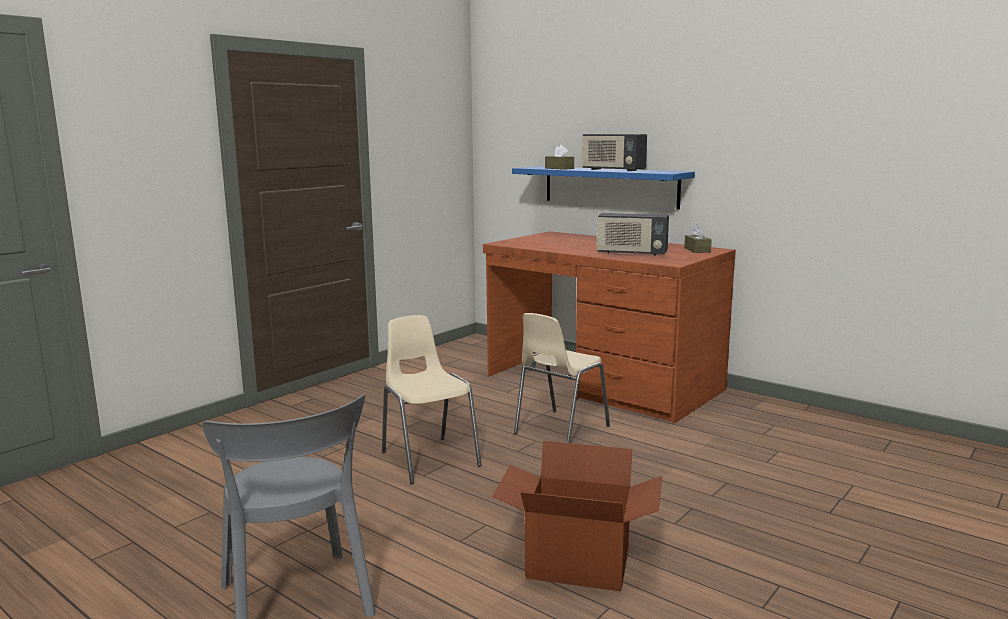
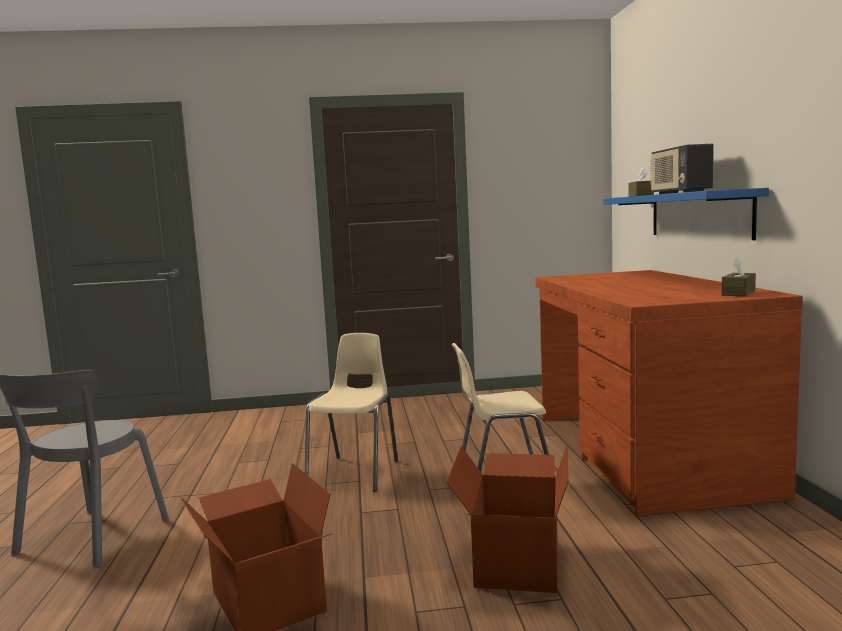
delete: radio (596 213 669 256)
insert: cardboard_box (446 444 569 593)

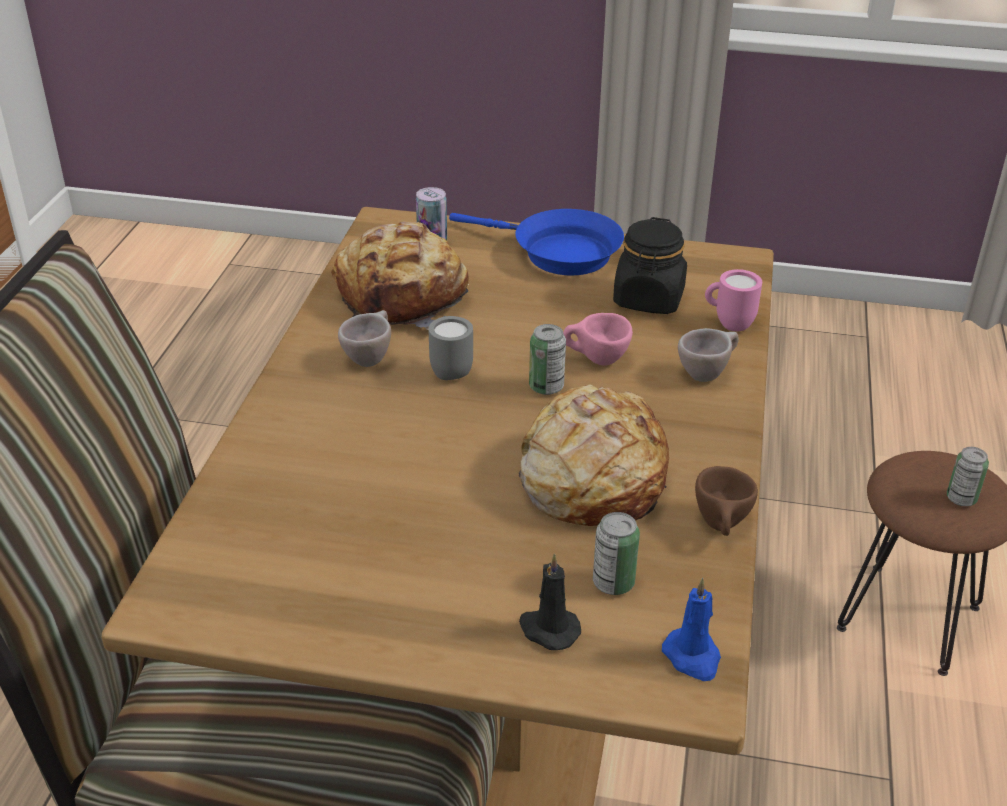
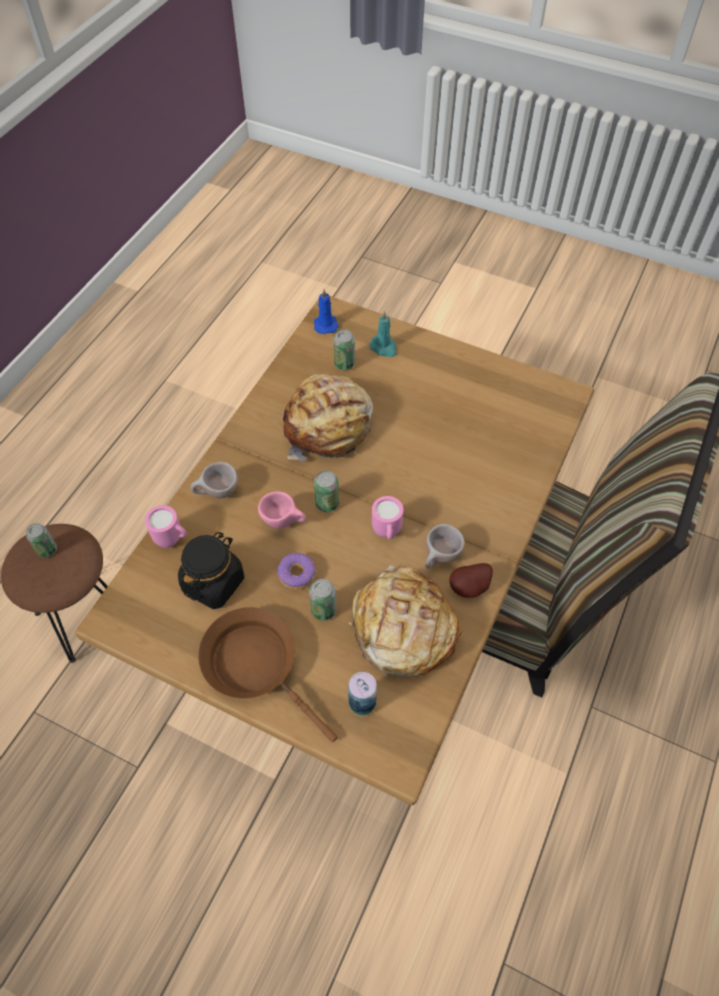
delete: brown_cup (695 466 758 536)
insert: donut (277 553 316 590); potato (449 563 493 598); can (309 579 336 621)
recolor: blue_frying_pan (449 209 624 276) to brown_frying_pan (198 607 338 742); grey_mug (428 316 473 380) to pink_mug (372 496 403 539); black_candle (519 553 581 650) to turquoise_candle (369 311 396 357)

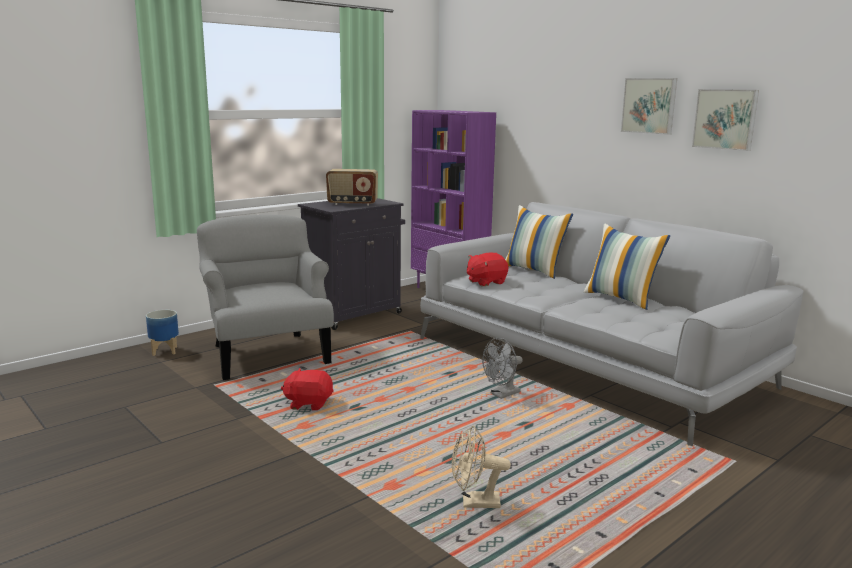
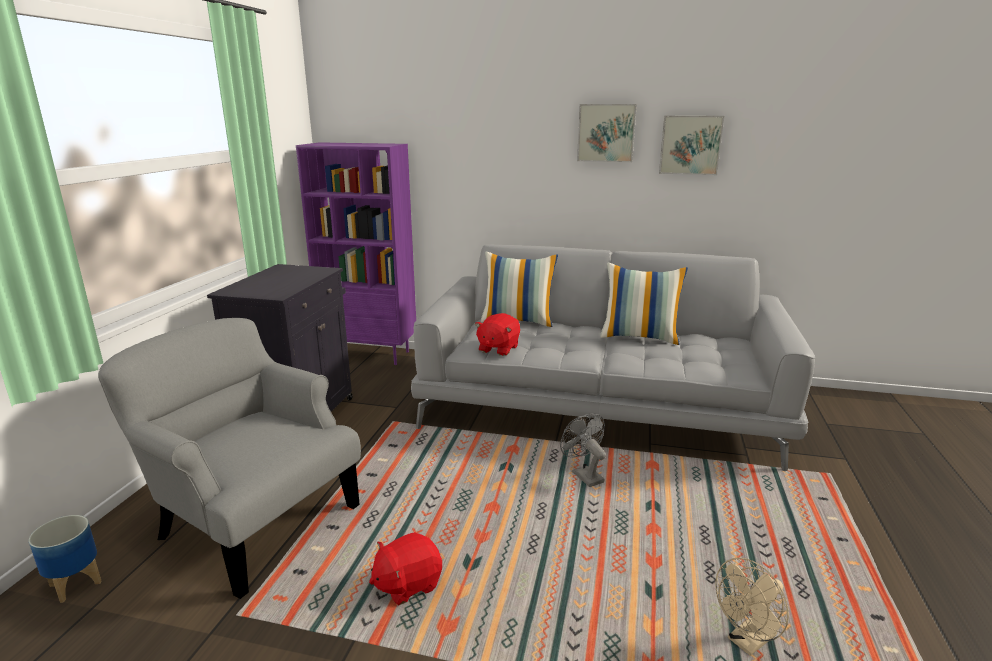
delete: radio (326 169 378 206)
rotate: grey_fan (482 338 523 399) = (560 414 606 487) 135 degrees clockwise

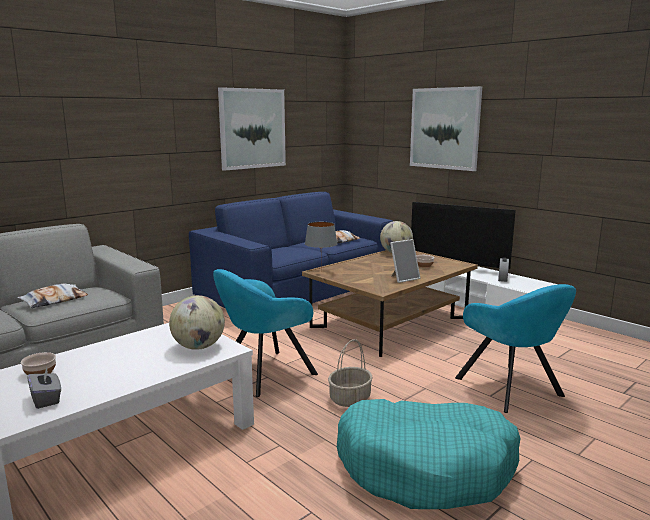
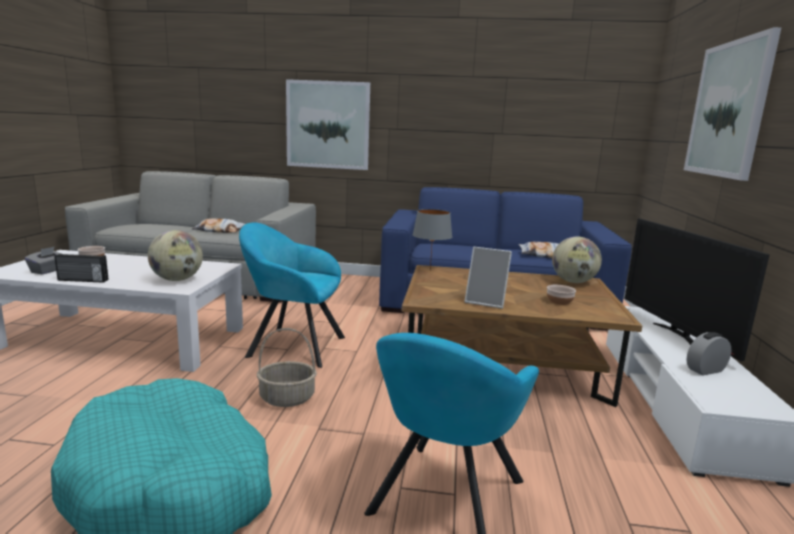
insert: radio (54 253 108 283)
move: picture (218 87 286 171) to (286 79 370 170)

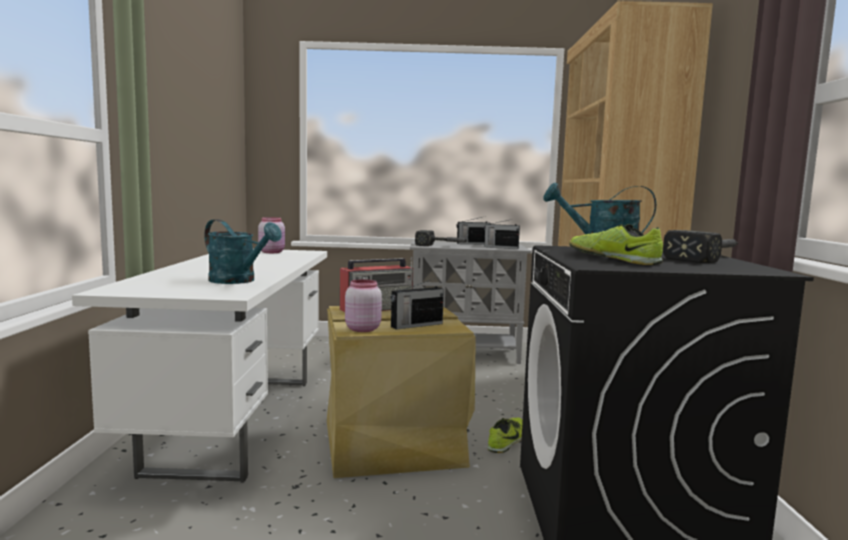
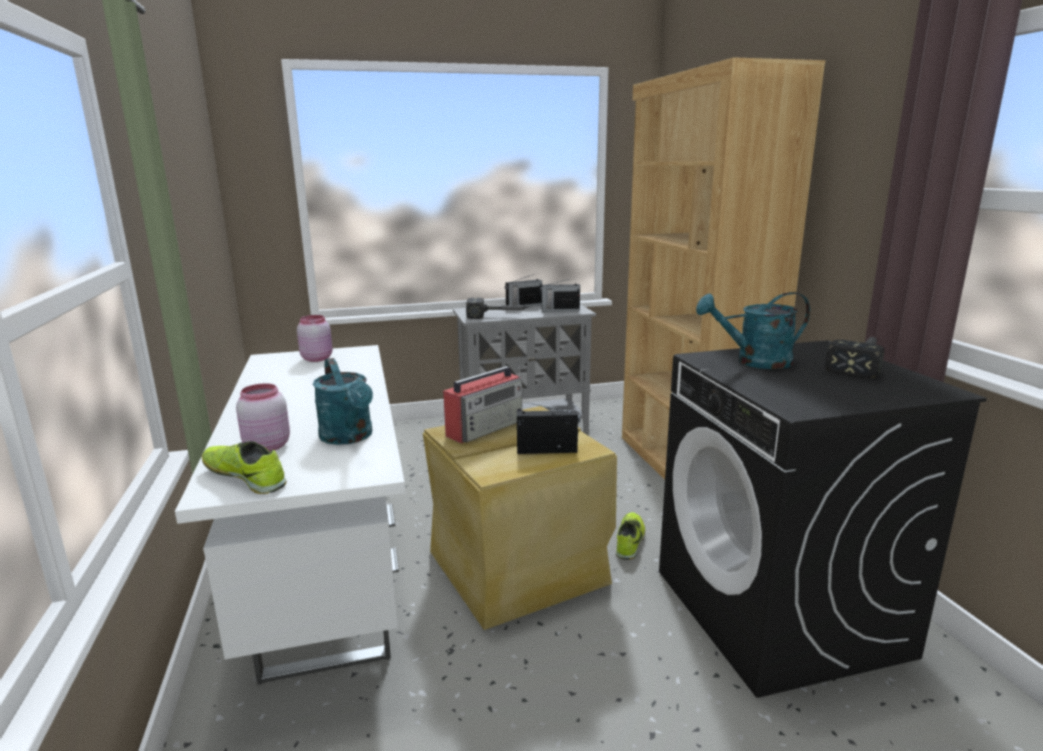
move: shoe (569 224 663 265) to (202 441 287 494); pink_jar (345 279 382 332) to (236 383 290 452)
rotate: turquoise_watering_can (204 219 282 284) = (313 358 373 445) 45 degrees clockwise; radio (391 278 444 330) = (517 402 580 454) 135 degrees counterclockwise

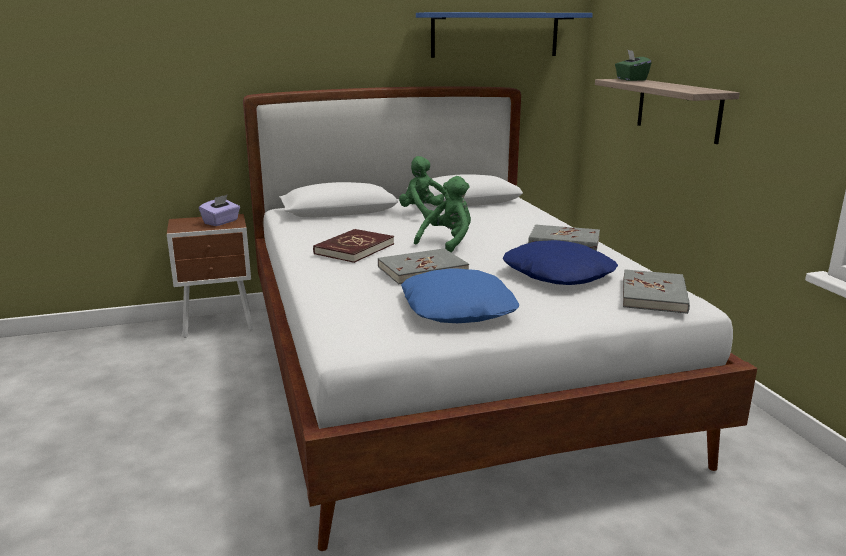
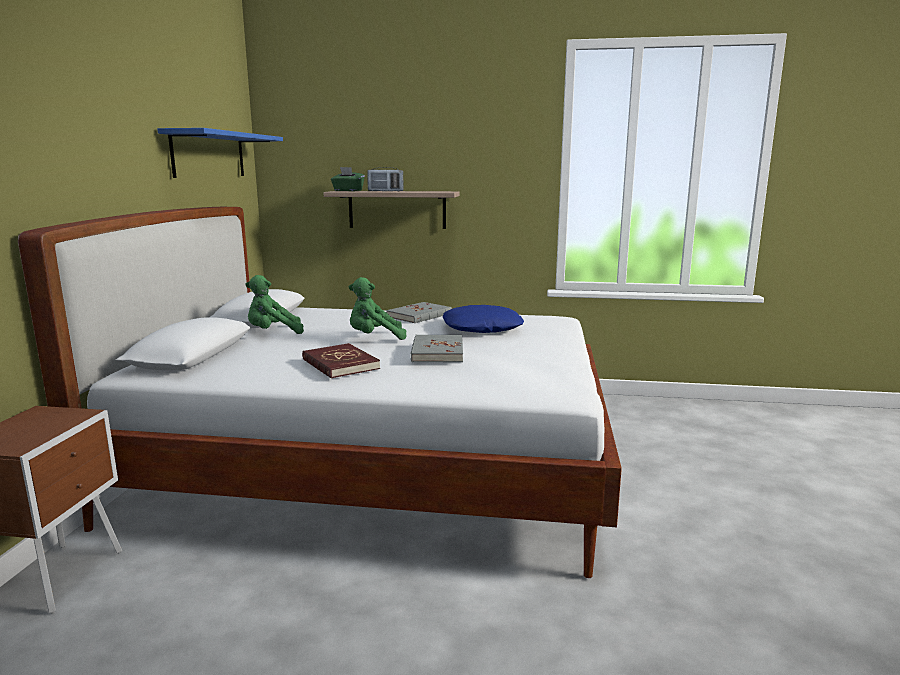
delete: purple_tissue_box (199 195 240 226); blue_pillow (401 268 519 323); grey_book (623 269 690 314)
insert: radio (367 167 403 191)
rotate: green_plush_toy (414 176 471 253) = (349 277 407 340) 75 degrees counterclockwise

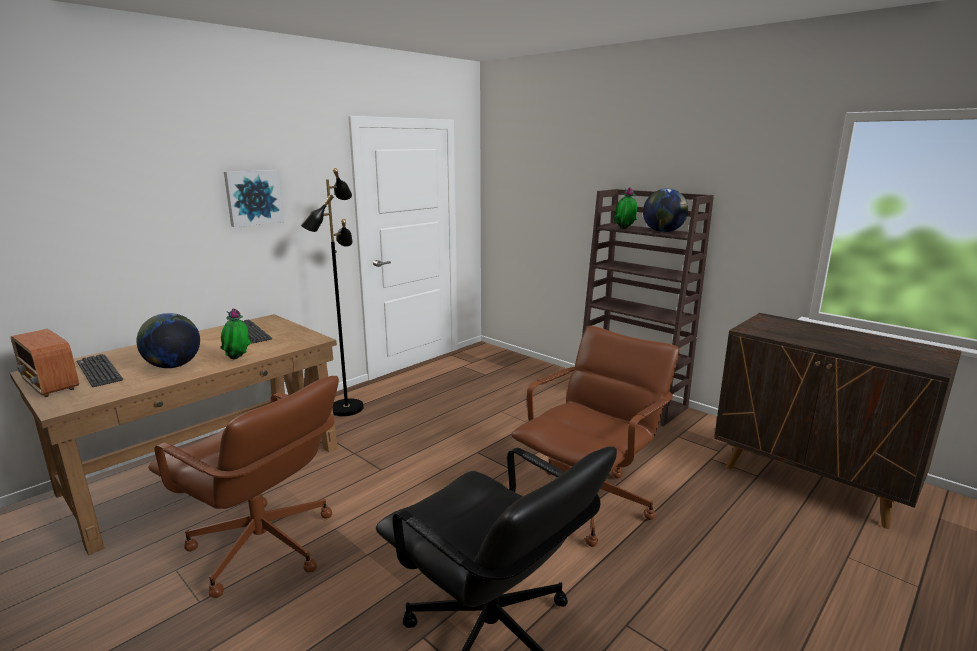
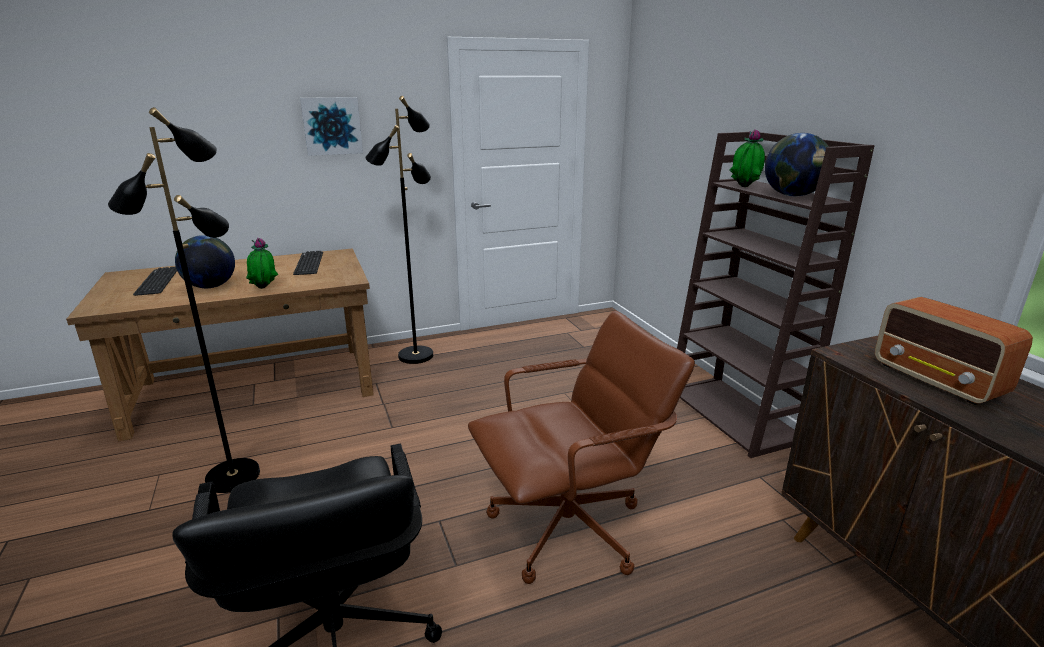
move: radio (11 329 79 397) to (875 297 1033 405)
replace: brown_office_chair (148 376 339 598) to black_floor_lamp (108 107 260 493)

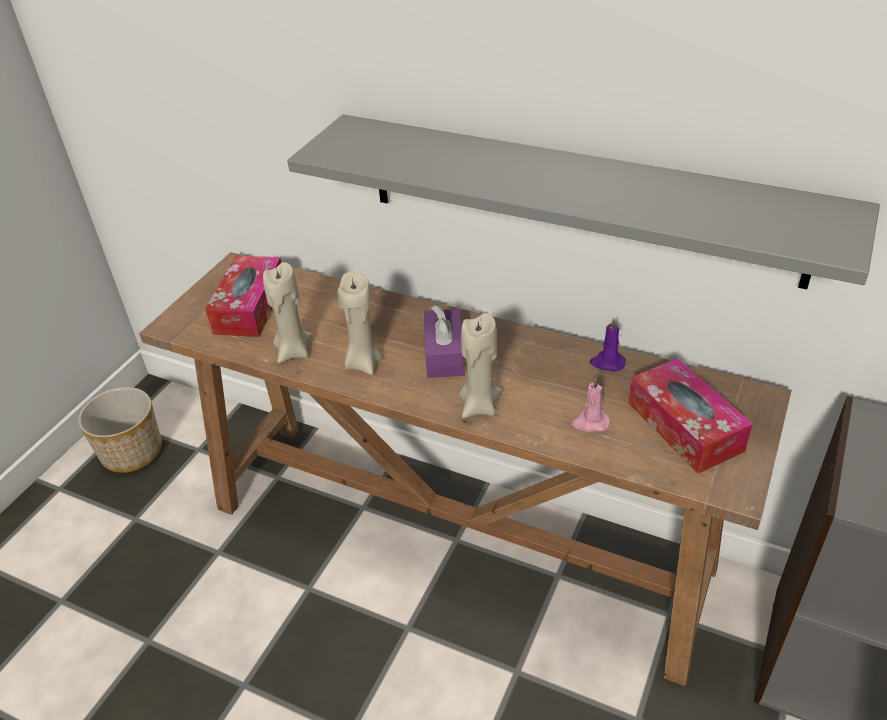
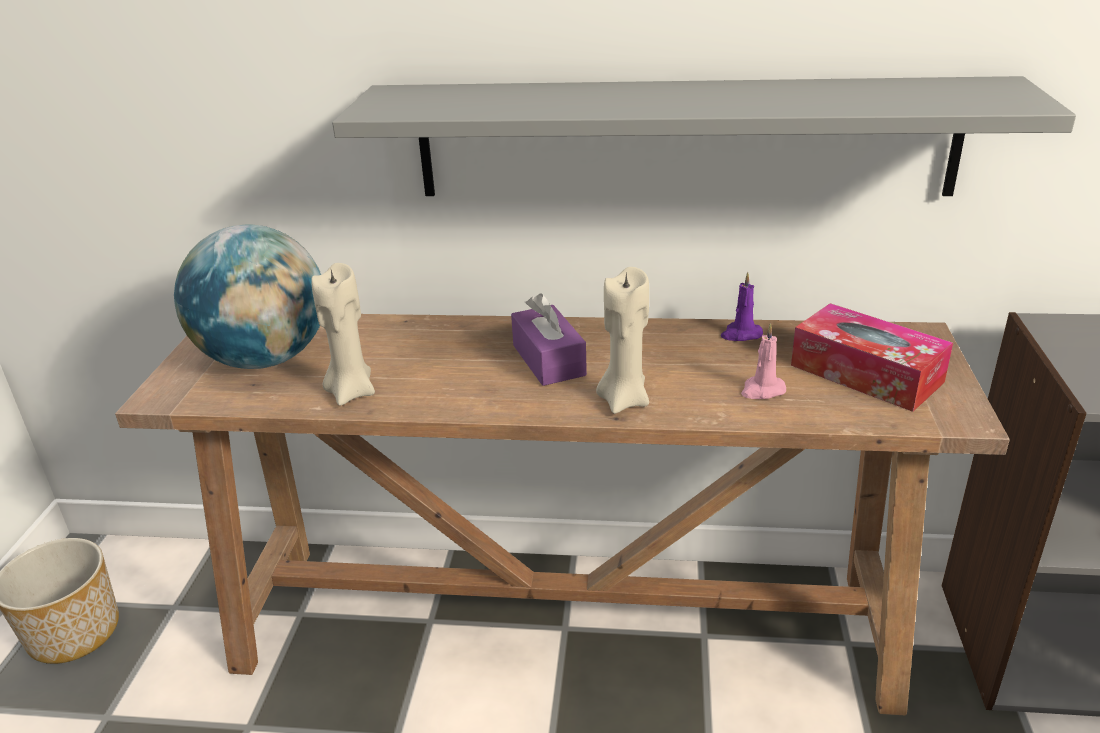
delete: beige_candle (337 272 382 375)
replace: tissue_box (205 255 281 337) to globe (174 225 321 369)

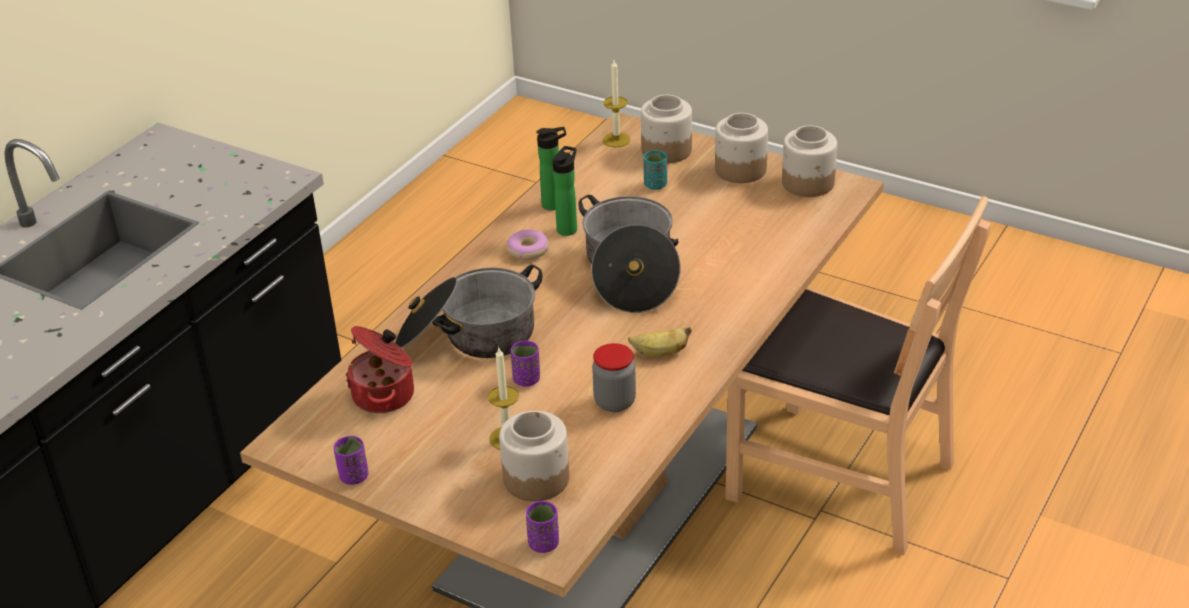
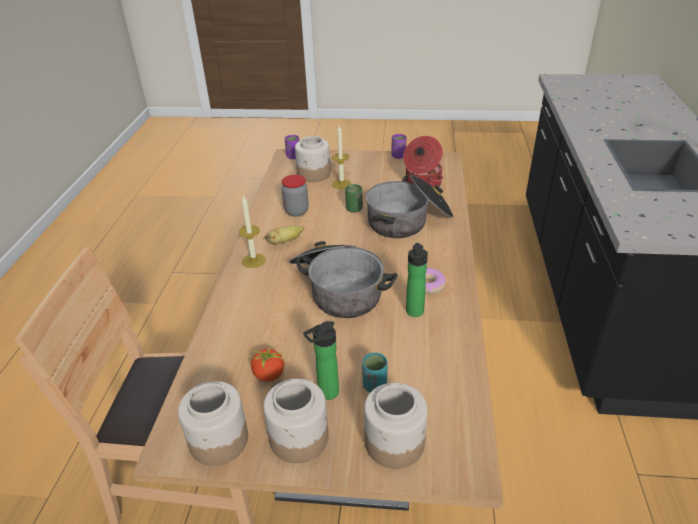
insert: tomato (248 345 284 382)
move: candle (603 60 630 148) to (239 195 266 268); bottle (536 127 566 210) to (303 321 339 400)
recolor: purple_cup (511 341 540 387) to green_cup (345 184 363 213)

